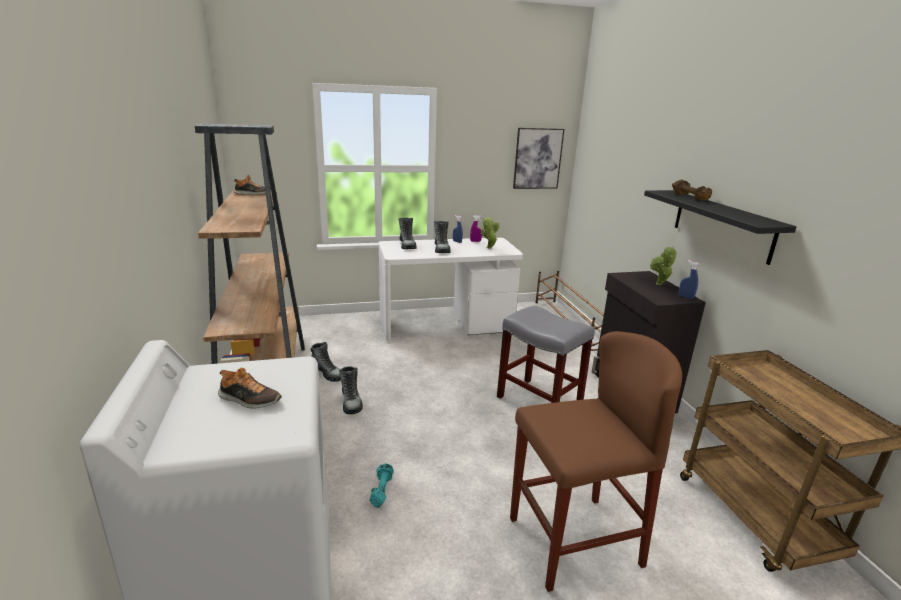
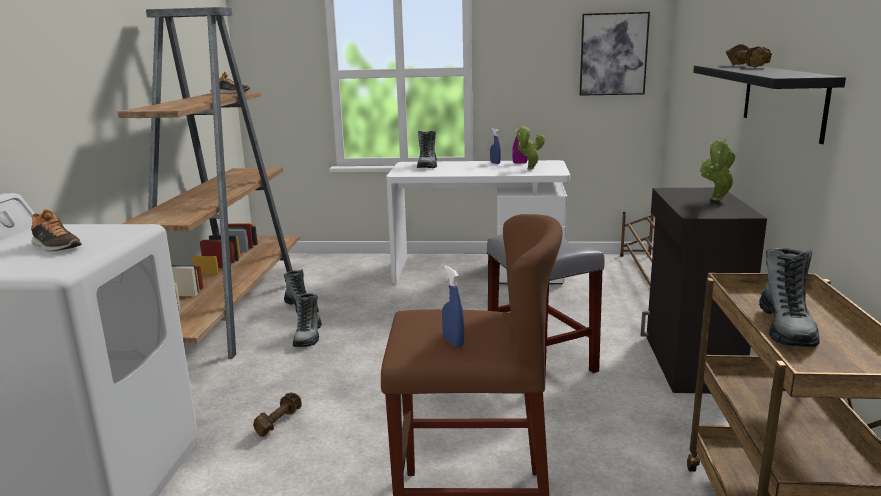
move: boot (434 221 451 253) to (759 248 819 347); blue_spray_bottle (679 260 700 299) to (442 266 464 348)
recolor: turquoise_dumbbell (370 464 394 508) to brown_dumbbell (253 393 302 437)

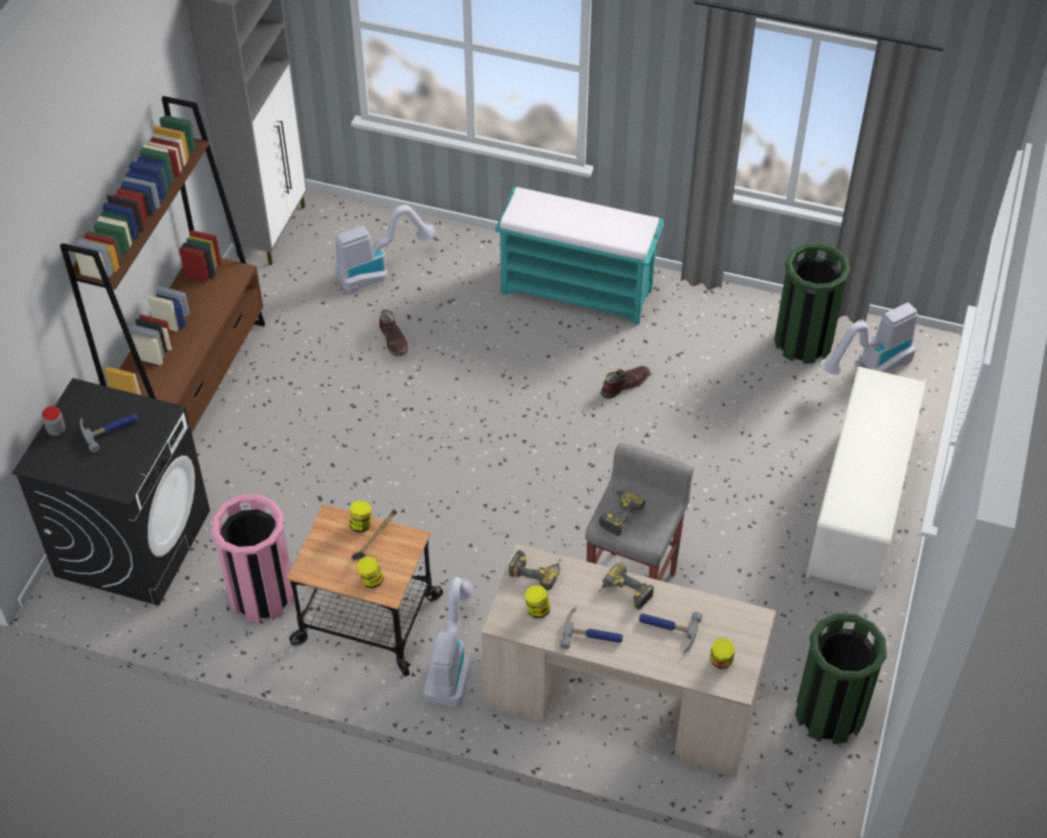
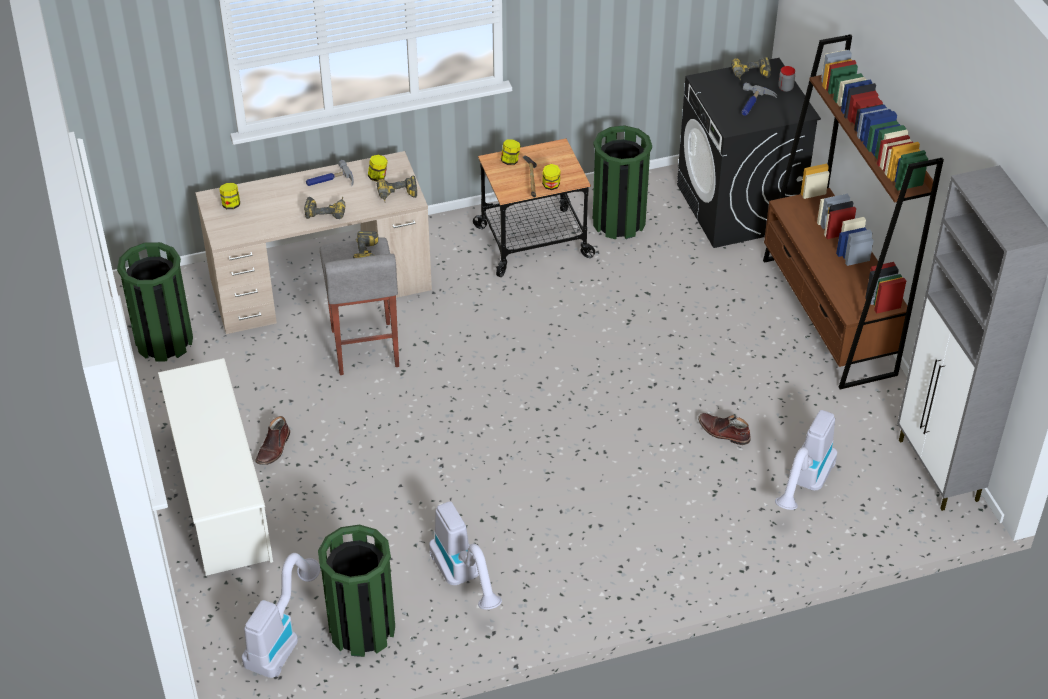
delete: turquoise_bench (495 187 664 325); hammer (639 612 703 654)
insert: power_drill (731 57 771 80)
move: brown_boot (601 366 650 399) to (255 416 290 465); vacuum_cleaner (424 577 474 706) to (429 501 502 610)
recolor: pink_trash_can (211 494 294 623) to green_trash_can (593 125 652 239)

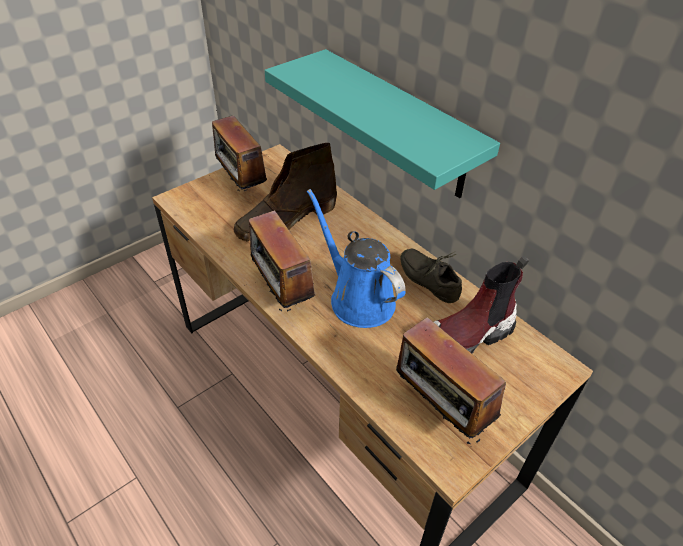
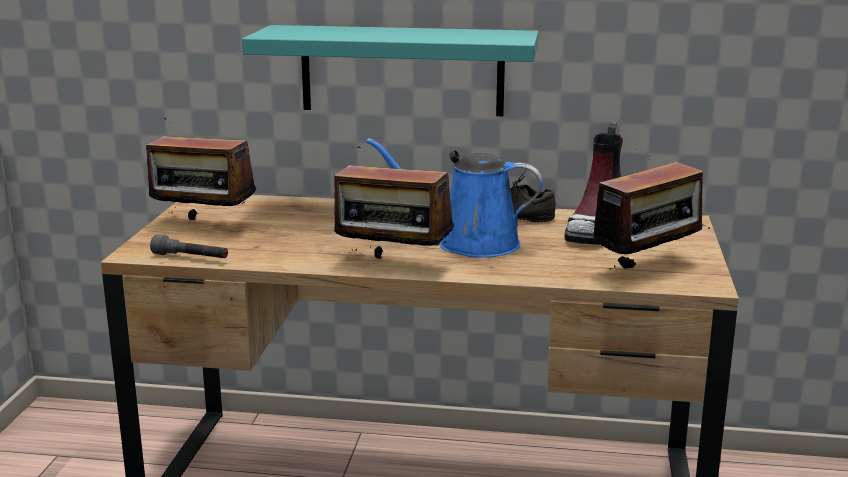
delete: brown_boot (234 143 337 242)
insert: grey_flashlight (150 235 228 258)
rotate: radio (396 317 506 444) = (593 155 710 269) 45 degrees counterclockwise

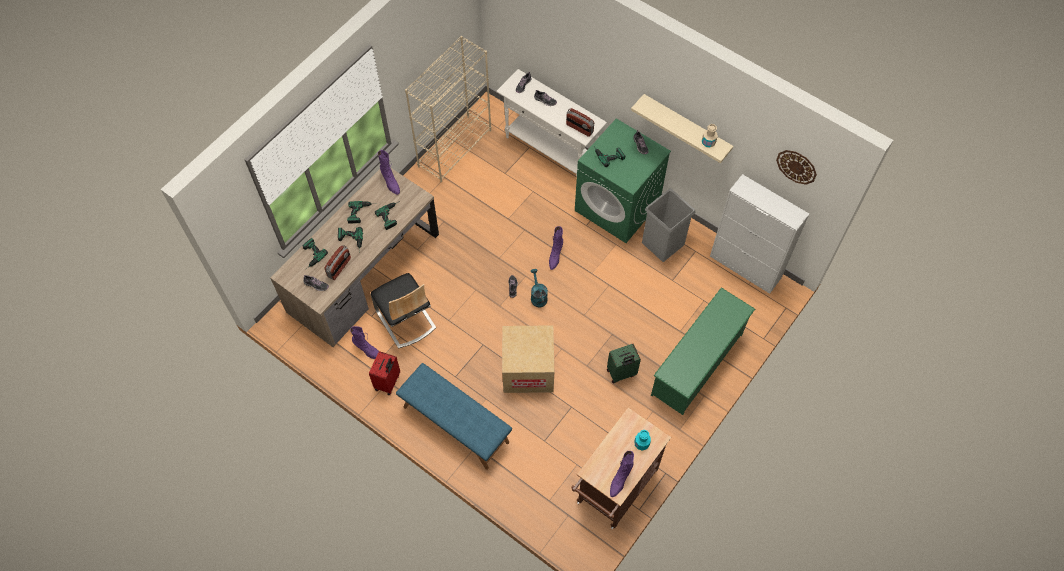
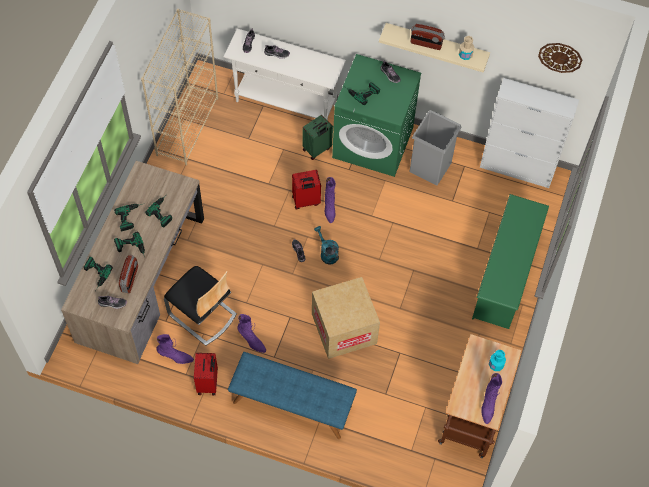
insert: red_suitcase (292 170 321 210)
move: radio (566 108 594 137) to (410 24 445 50); purple_boot (378 150 400 195) to (237 314 266 353); green_suitcase (607 344 641 384) to (302 115 333 160)

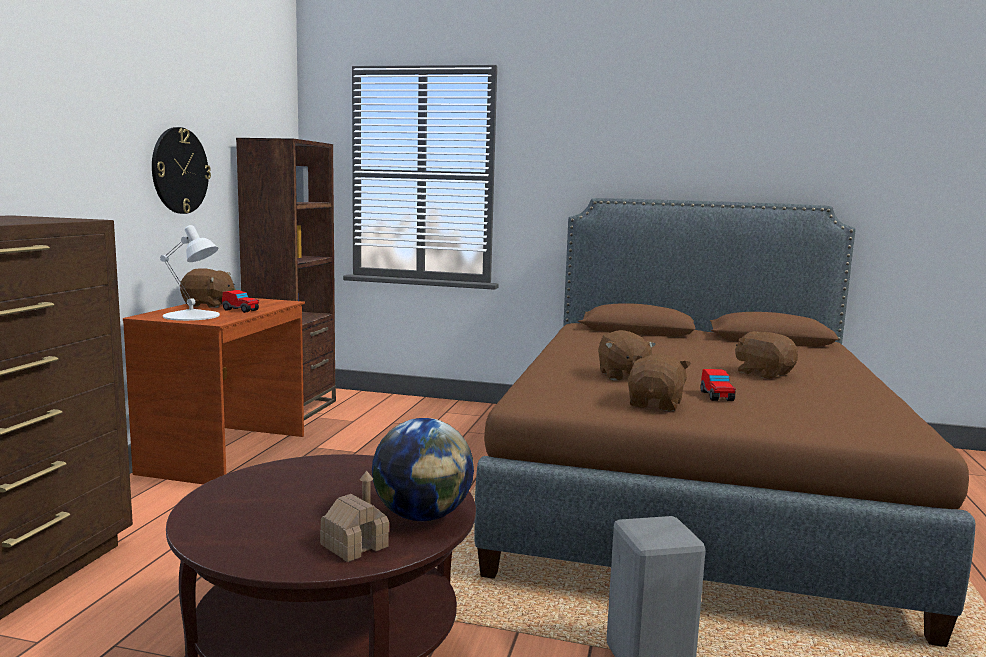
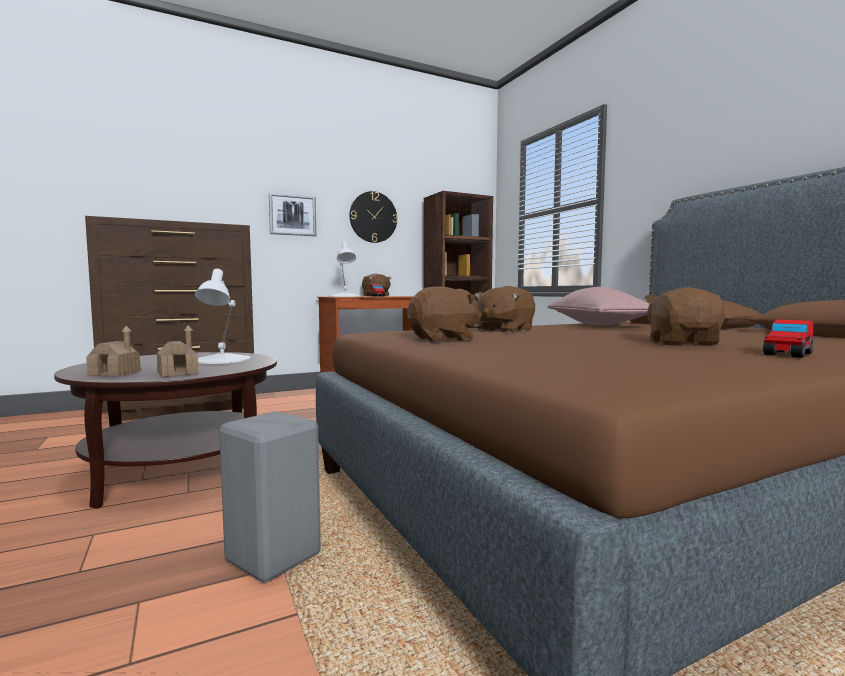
insert: picture (269 193 316 236); white_table_lamp (195 269 251 364); pink_pillow (548 287 650 325)
move: toy_car (700 369 736 401) to (763 320 814 358)
replace: globe (372 418 474 521) to toy_house (157 325 198 377)

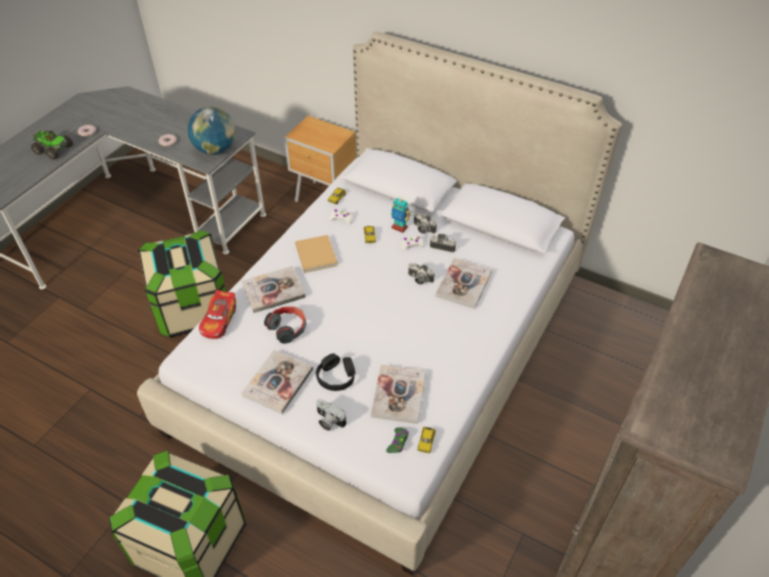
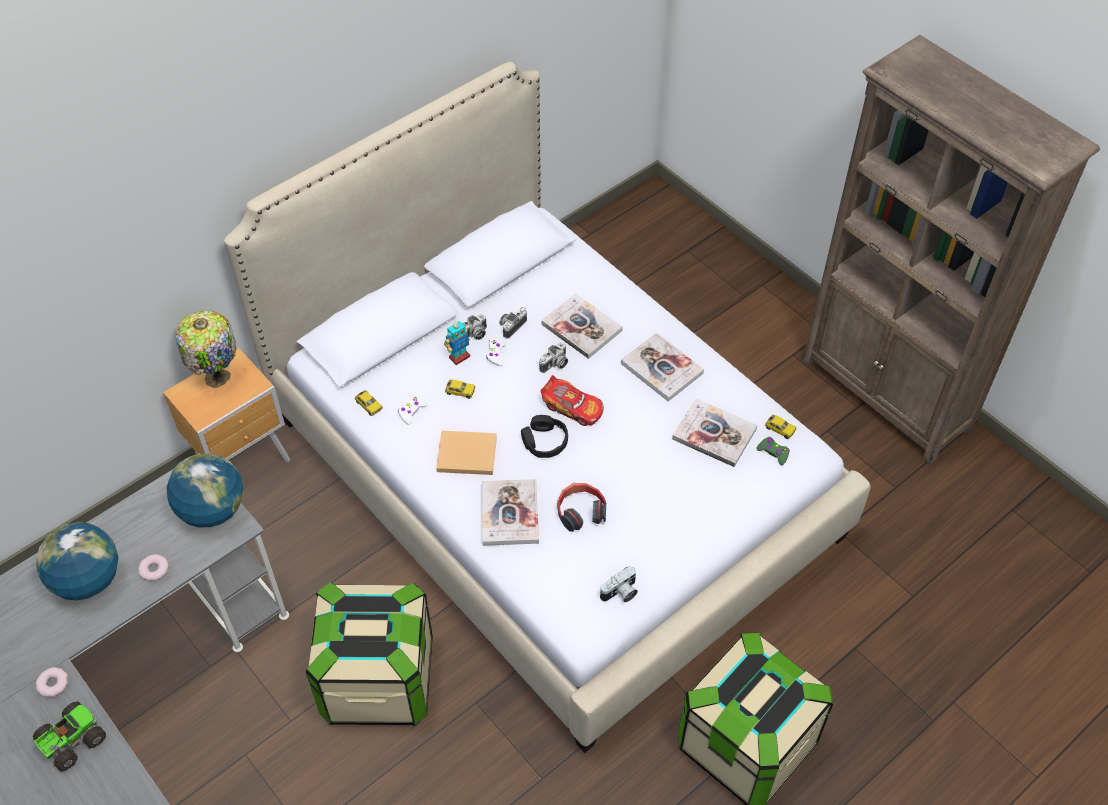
insert: table_lamp (175 310 236 388); globe (36 522 119 600)
move: toy_car (199 290 236 339) to (541 375 604 426); book (242 350 313 414) to (621 333 704 401); black_headphones (316 353 355 391) to (521 415 568 458); photo_camera (316 399 347 431) to (600 566 638 602)

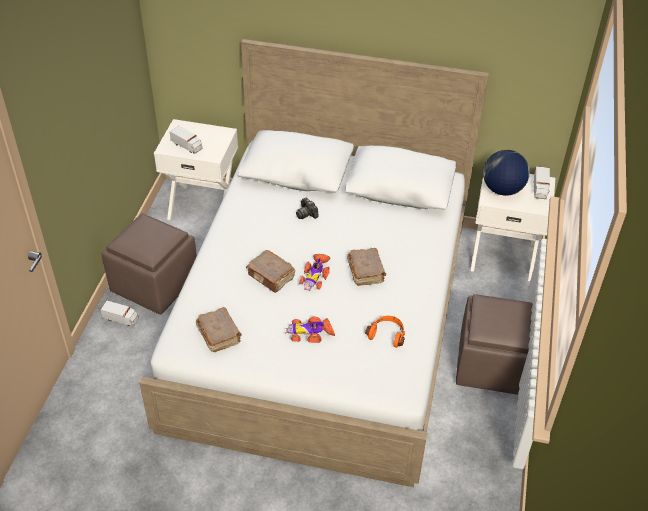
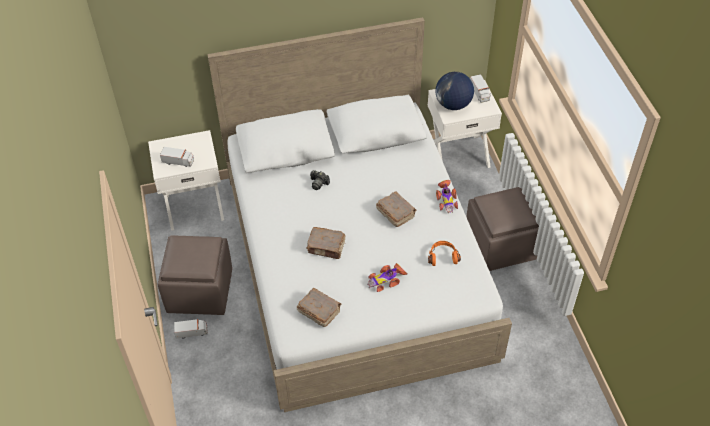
move: toy_car (299 254 331 291) to (436 180 458 213)

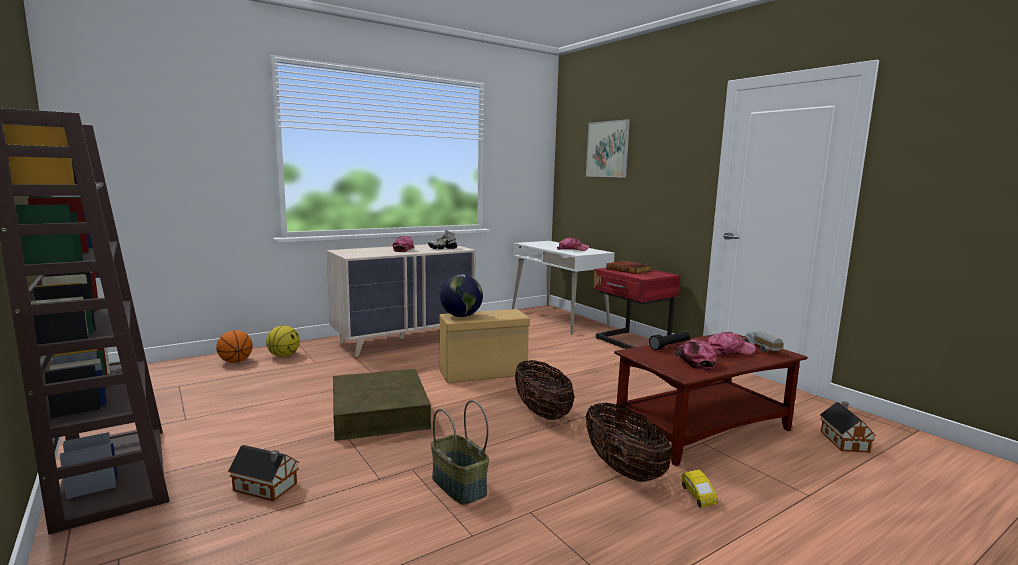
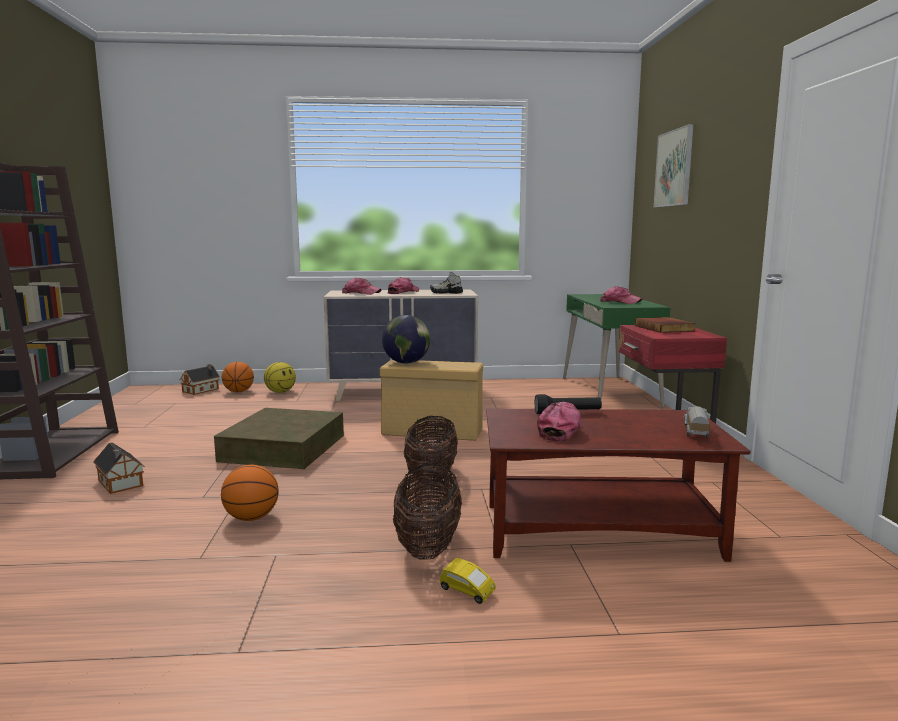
move: cap (706 332 755 355) to (342 278 382 295); toy_house (820 401 876 453) to (180 364 220 395)
replace: basket (431 400 489 505) to basketball (221 465 279 521)
recolor: white_desk (512 241 615 334) to green_desk (563 294 671 408)
rotate: yellow_toy_car (682 469 718 508) = (440 558 496 604) 75 degrees counterclockwise

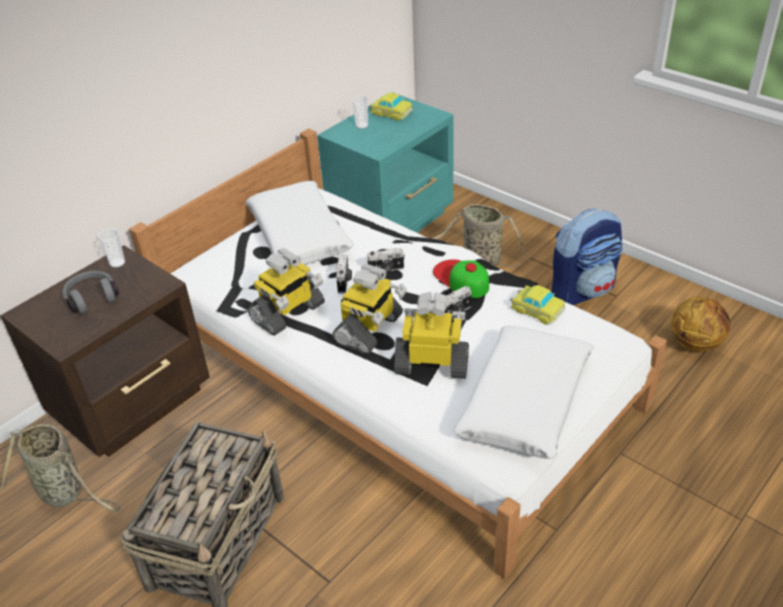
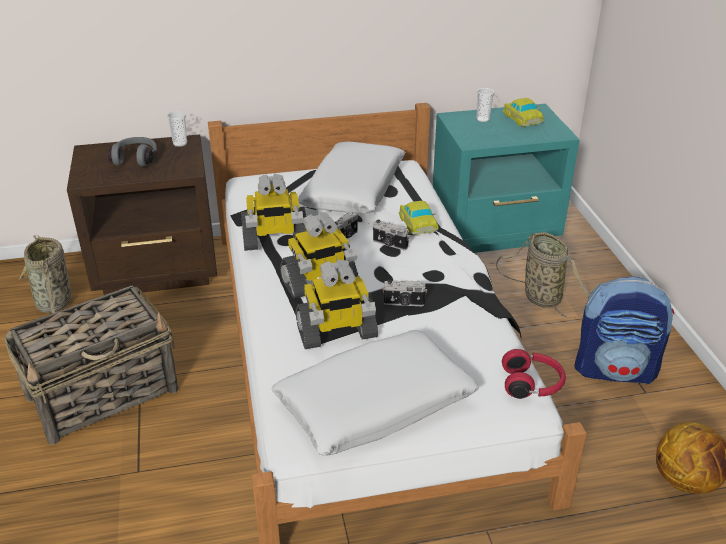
delete: cap (433 259 489 298)
insert: red_headphones (502 349 566 399)
move: toy_car (510 285 565 325) to (399 201 439 235)
rotate: toy_robot (394 292 469 379) = (296 259 378 349) 120 degrees clockwise

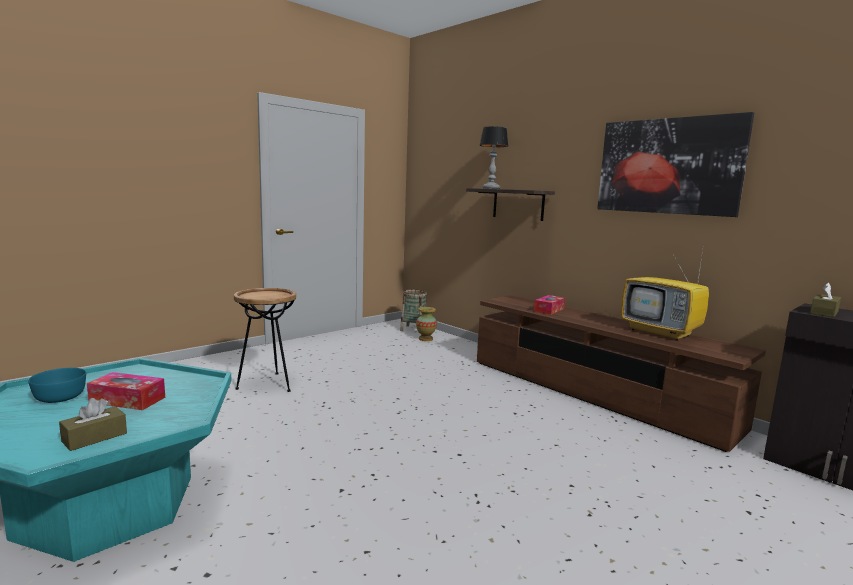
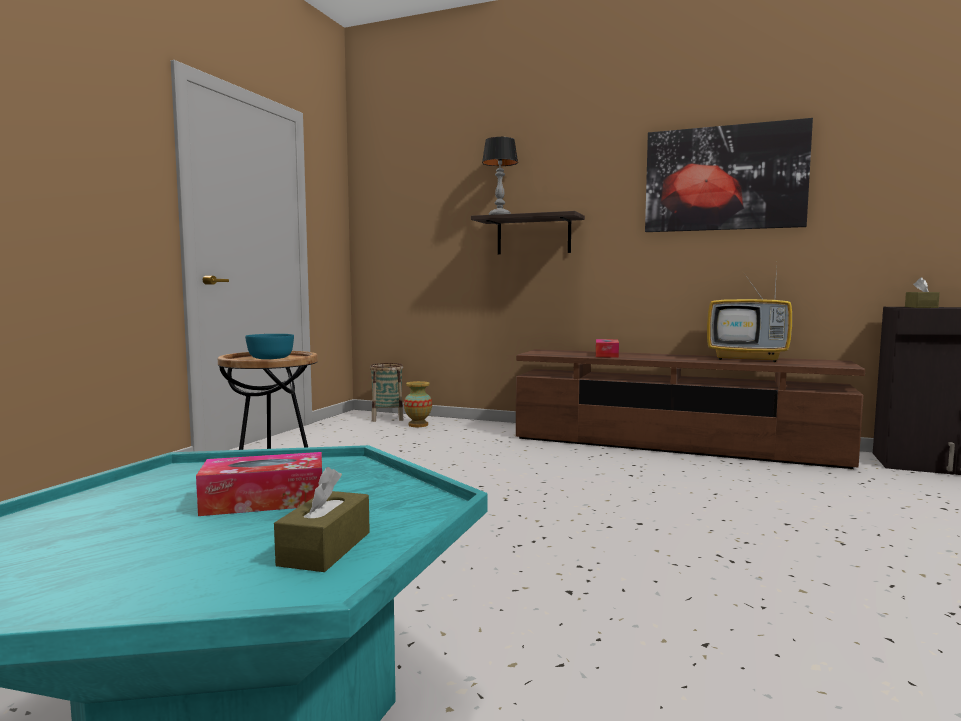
move: turquoise_bowl (28 368 86 403) to (245 334 294 359)

